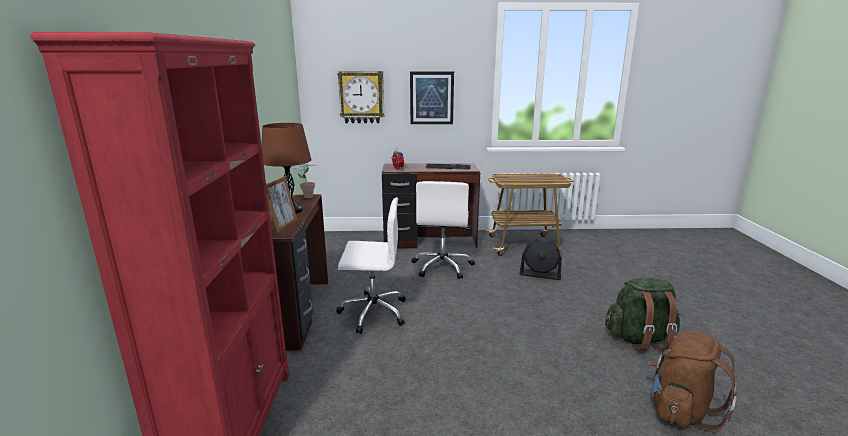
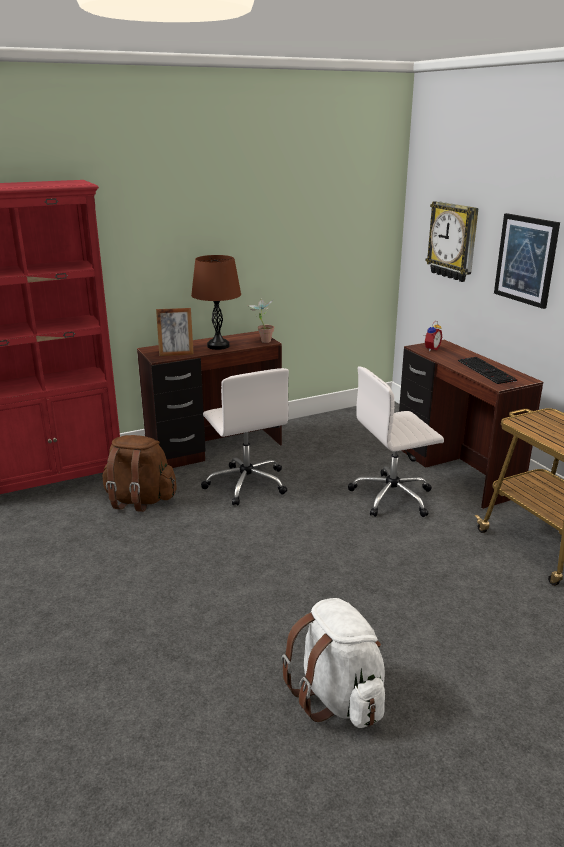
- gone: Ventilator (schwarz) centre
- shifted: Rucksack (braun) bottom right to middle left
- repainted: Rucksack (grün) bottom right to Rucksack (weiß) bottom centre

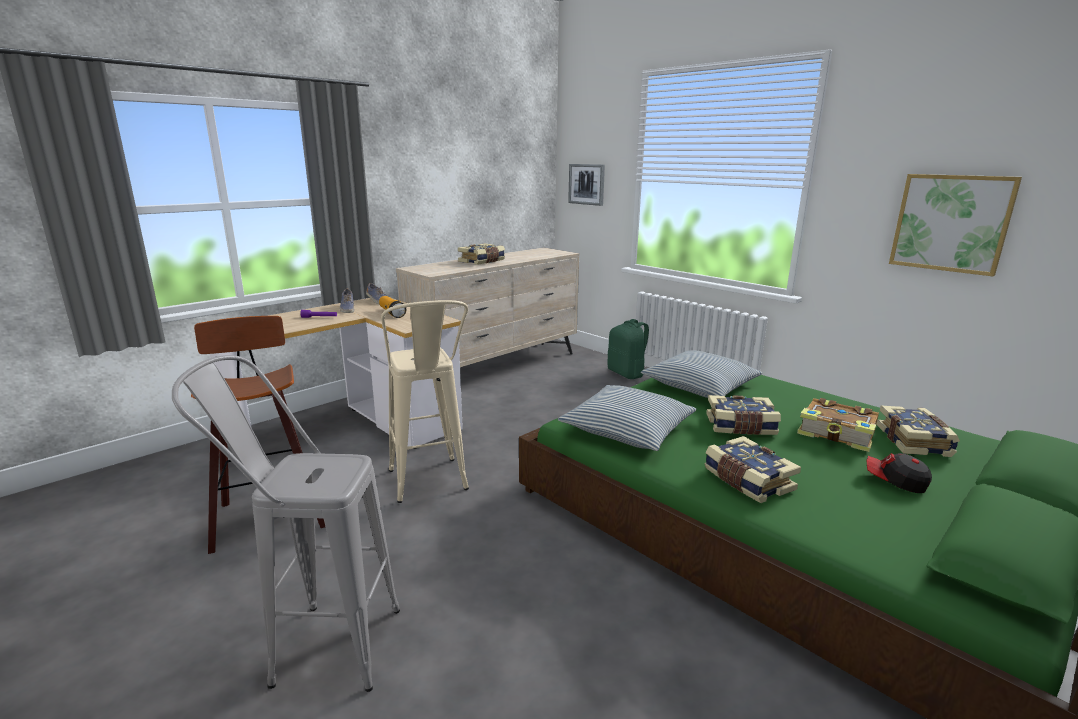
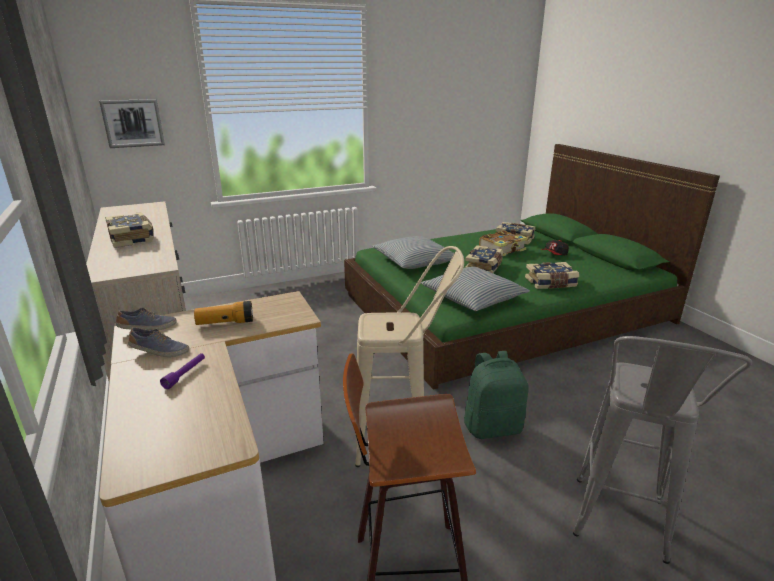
- gone: Bild (no. 2 from left) top right
- shifted: Rucksack (grün) centre to bottom centre

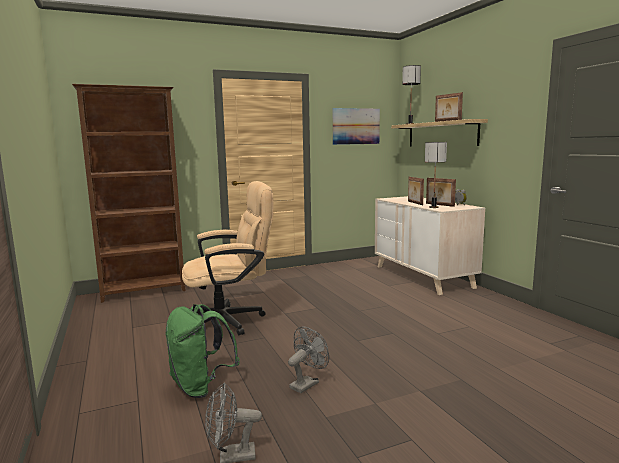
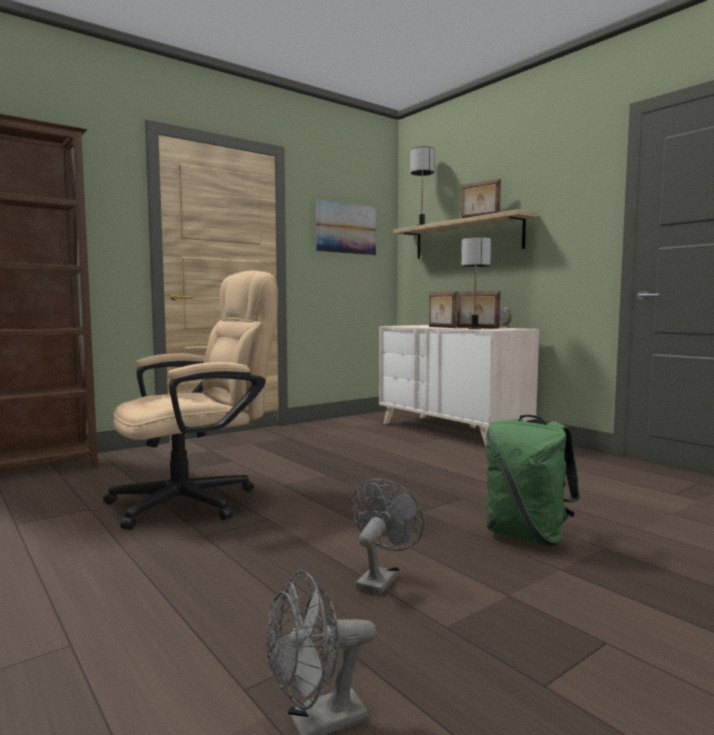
- shifted: Rucksack (grün) bottom left to middle right

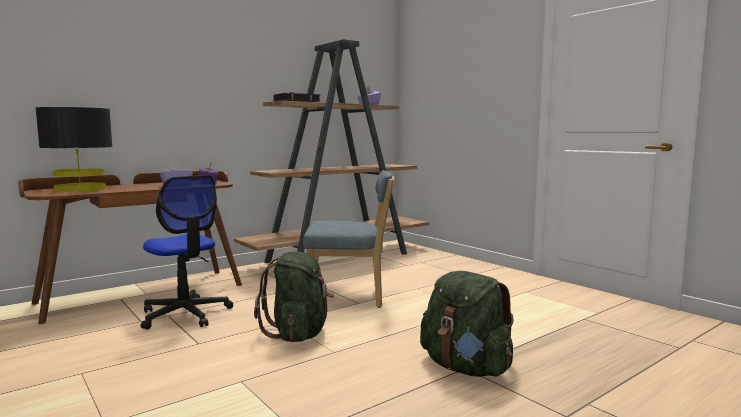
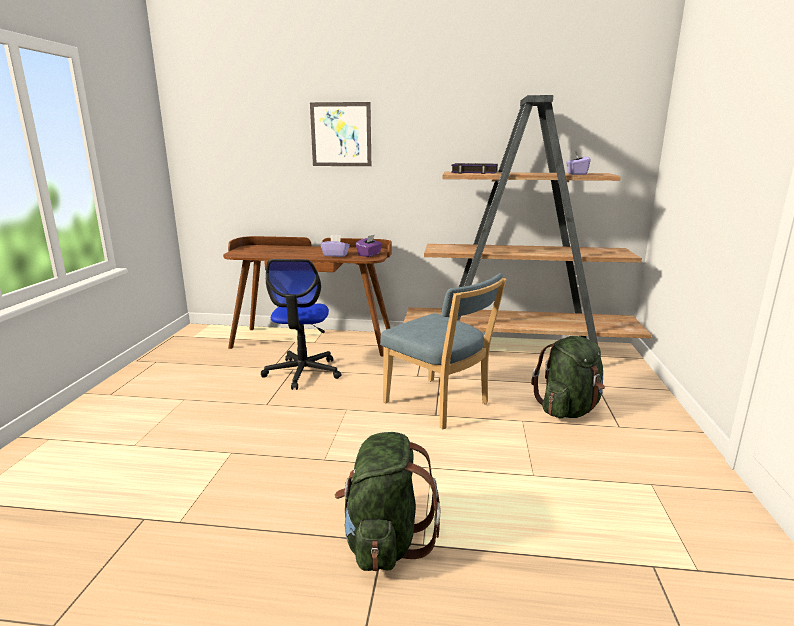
- gone: Tischlampe (schwarz) middle left
- new: Bild top centre
- shifted: Rucksack (grün) (no. 1 from left in the first image) bottom centre to Rucksack (grün) (no. 2 from left) middle right

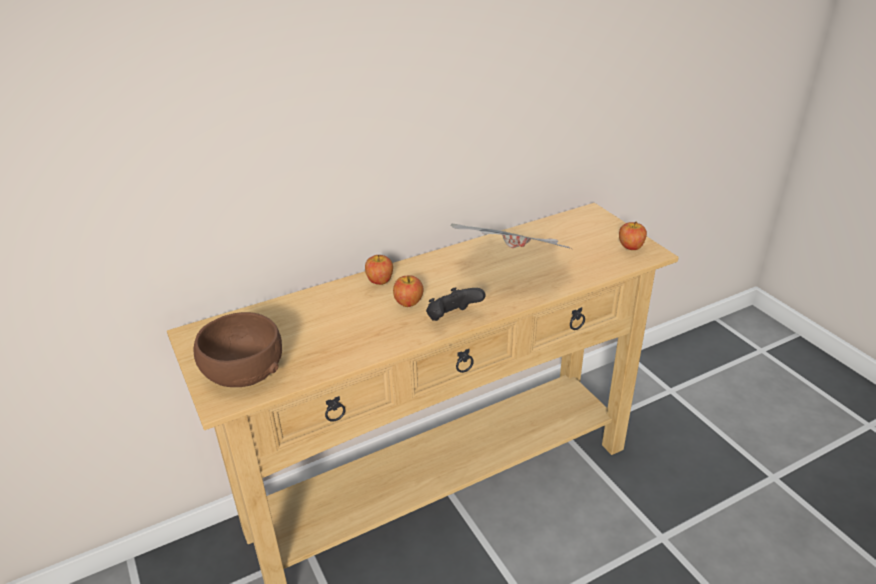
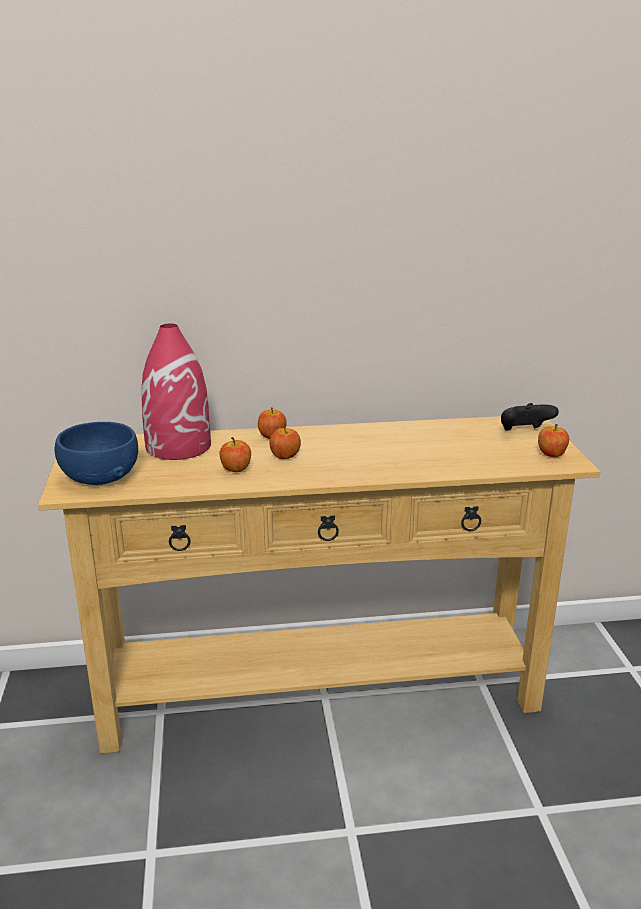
- gone: Zeitung centre
- new: Vase (rot) middle left
- new: Apfel (no. 1 from left) centre
- shifted: Gamepad (schwarz) centre to middle right
- repainted: Schüssel (braun) middle left to Schüssel (blau) middle left

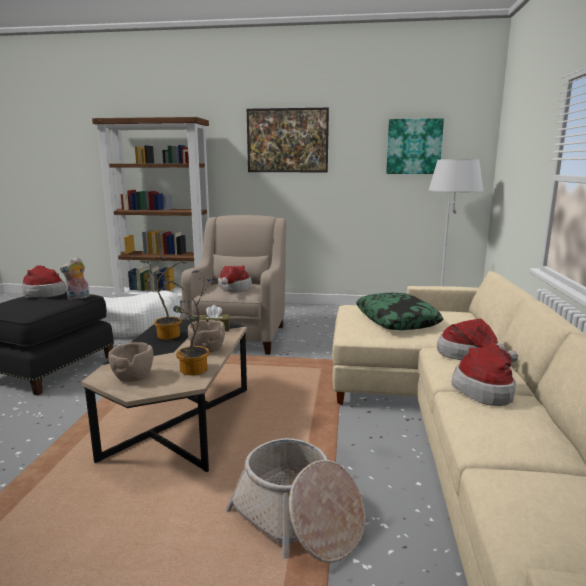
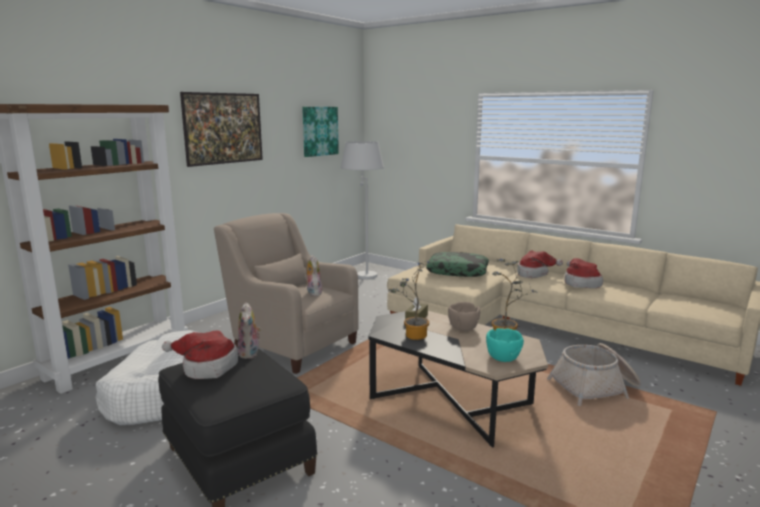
- swapped: Hut (no. 2 from left) centre to Plüschtier (no. 2 from left) centre
- repainted: Schüssel (braun) (no. 1 from left) middle left to Schüssel (türkis) bottom centre

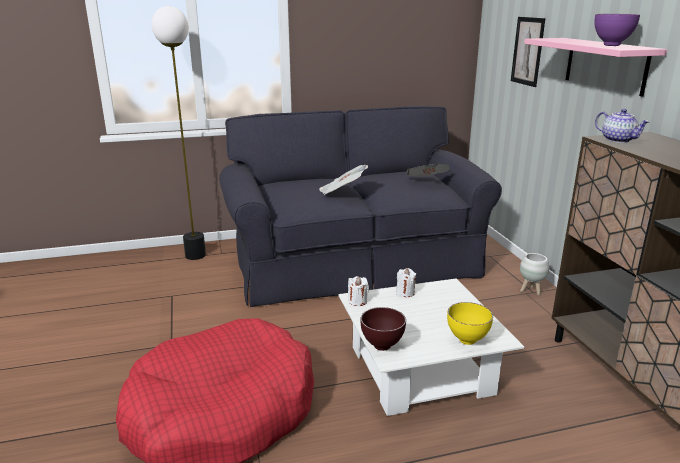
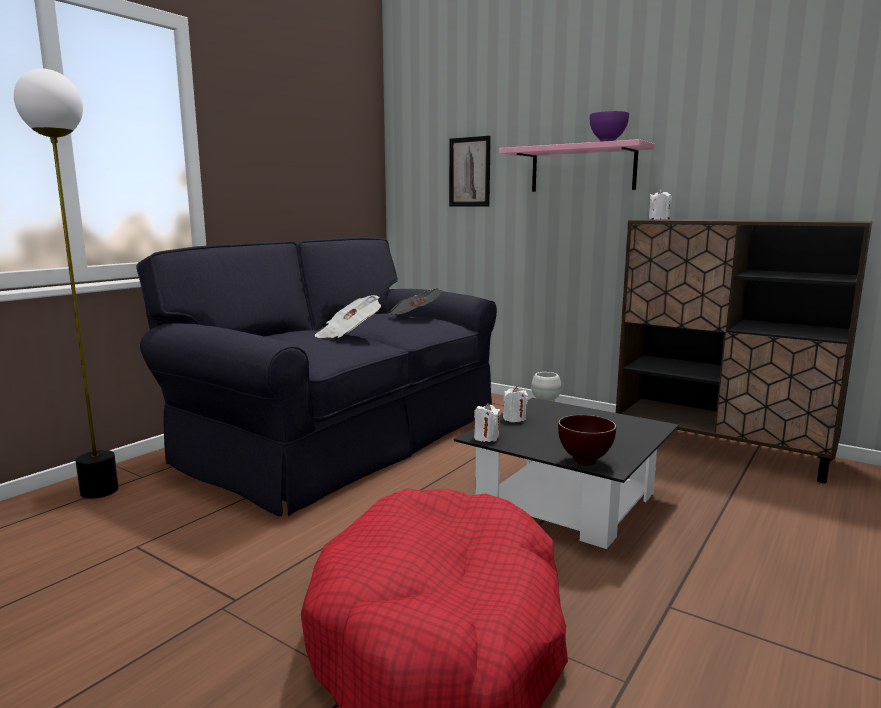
- gone: Schüssel (gelb) bottom right
- swapped: Teekanne top right to Kerze (weiß) (no. 3 from left) top right
- repainted: Couchtisch (weiß) bottom centre to Couchtisch (schwarz) bottom centre

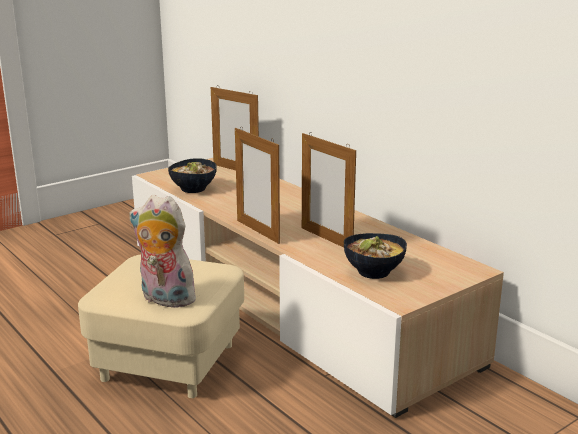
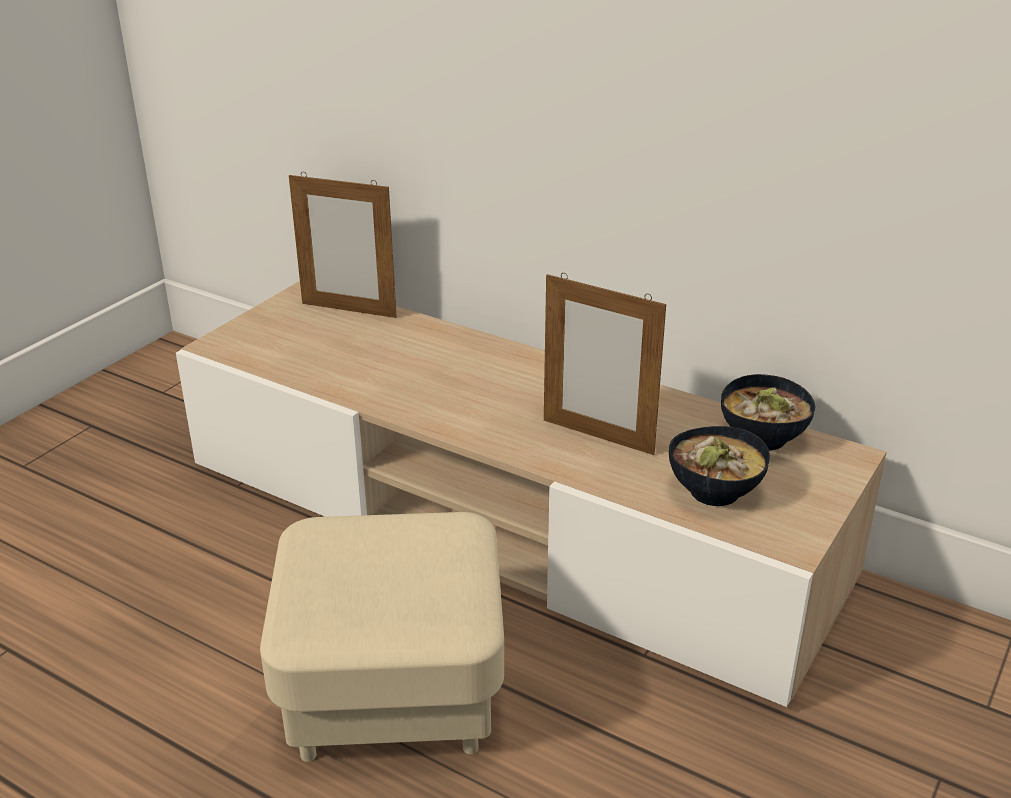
- gone: Plüschtier middle left
- gone: Bilderrahmen (no. 2 from left) centre
- shifted: Schüssel (no. 1 from left in the first image) middle left to Schüssel (no. 2 from left) middle right

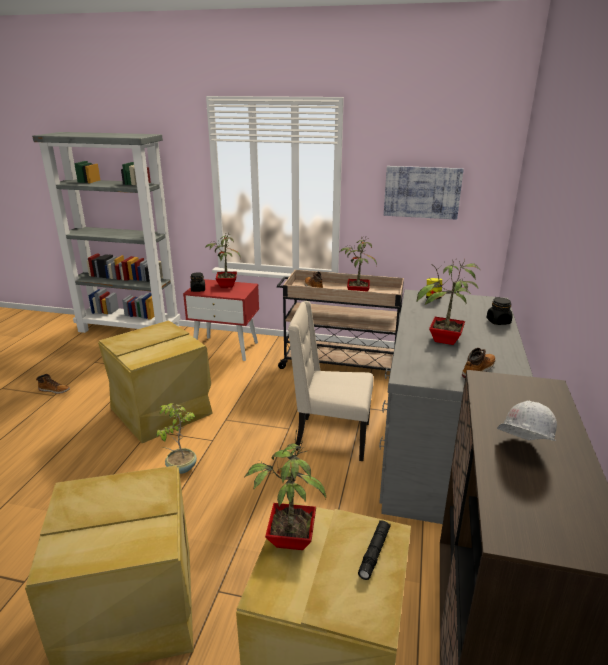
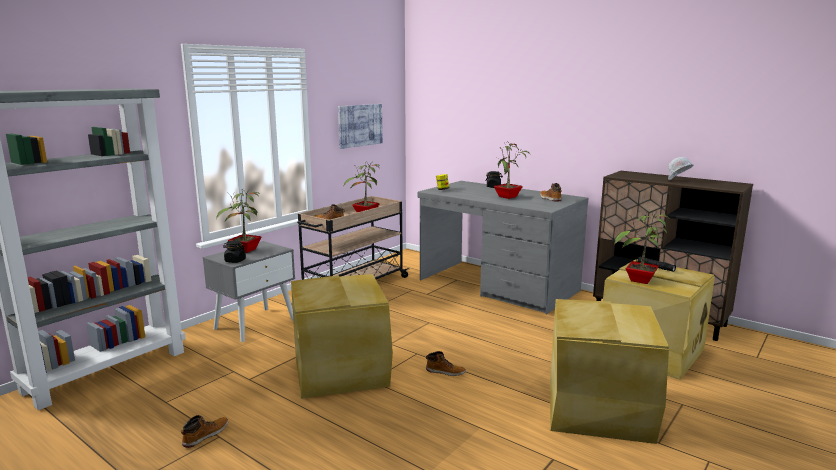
- gone: Stuhl (beige) centre
- swapped: Topfpflanze (no. 1 from left) middle left to Stiefel (no. 3 from left) bottom centre
- repainted: Nachttisch (rot) centre to Nachttisch (grau) middle left

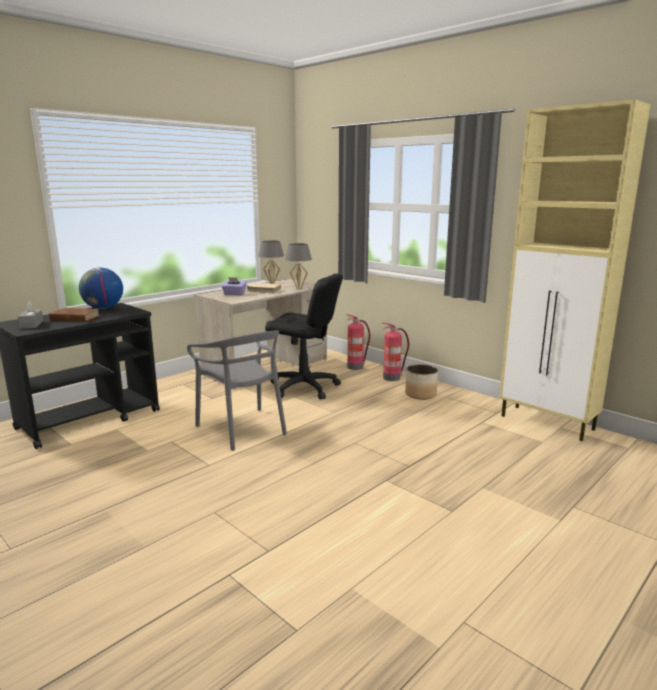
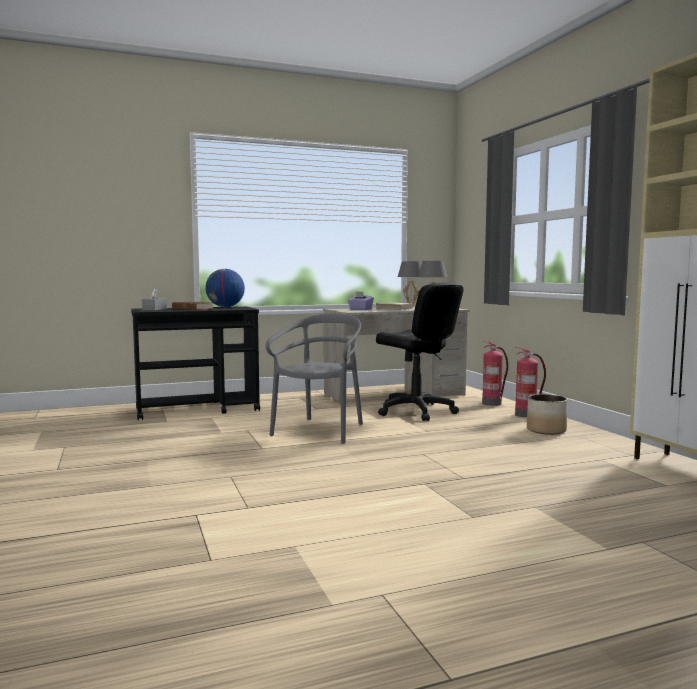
- rotated: Stuhl (grau) centre = centre 150 degrees counterclockwise

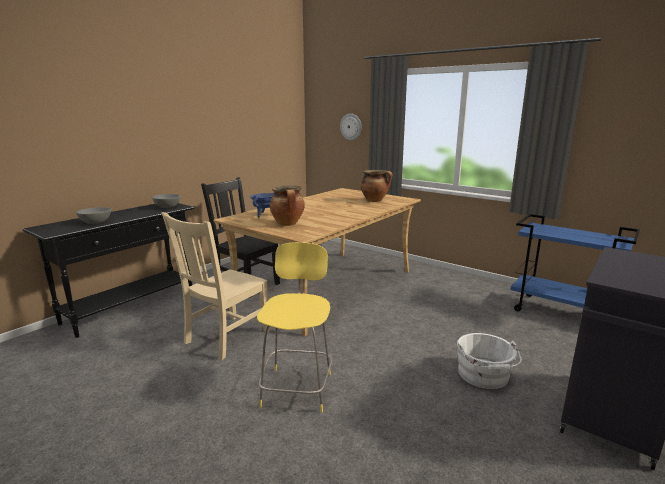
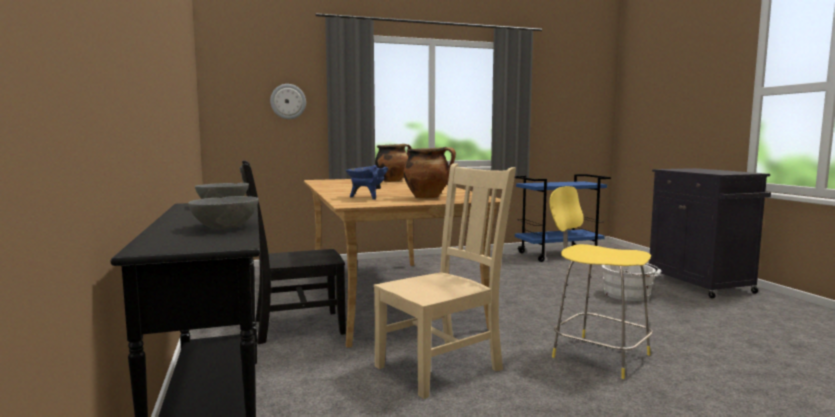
- rotated: Stuhl (beige) middle left = bottom centre 105 degrees counterclockwise

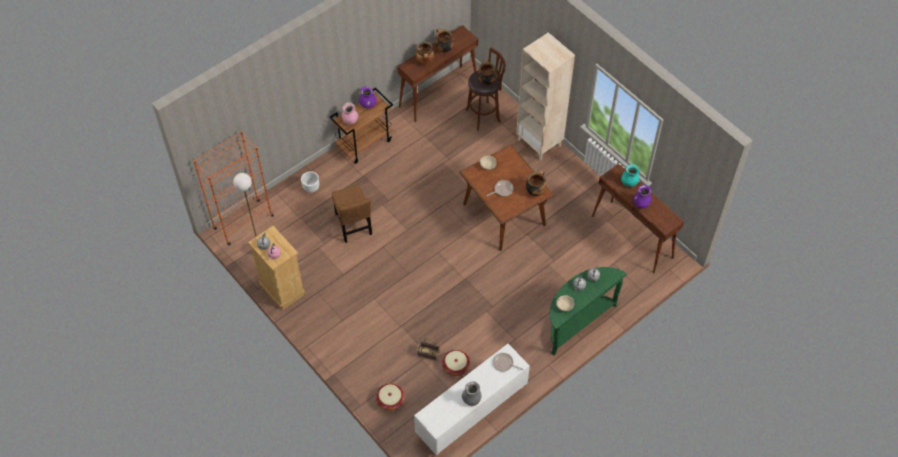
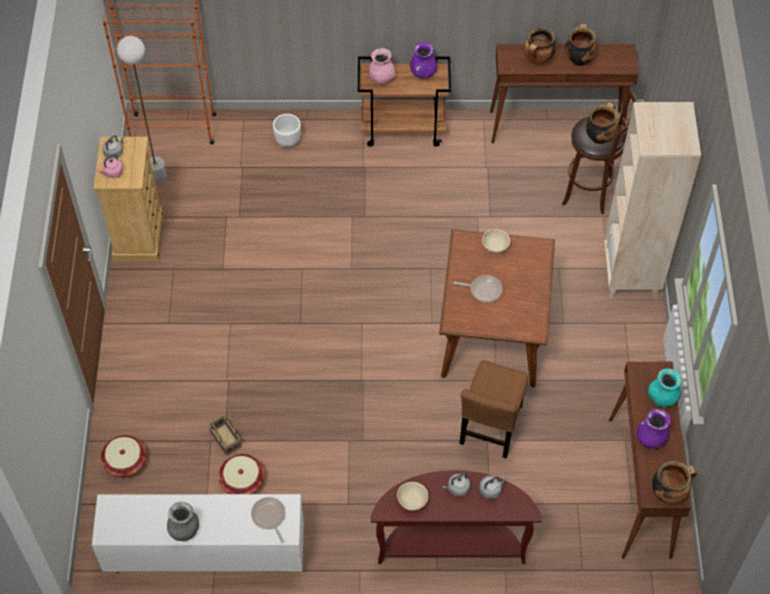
- shifted: Stuhl (braun) centre to bottom centre
- shifted: Kochtopf (no. 4 from left) centre to bottom right
- repainted: Konsolentisch (grün) bottom centre to Konsolentisch (braun) (no. 1 from left) bottom centre

